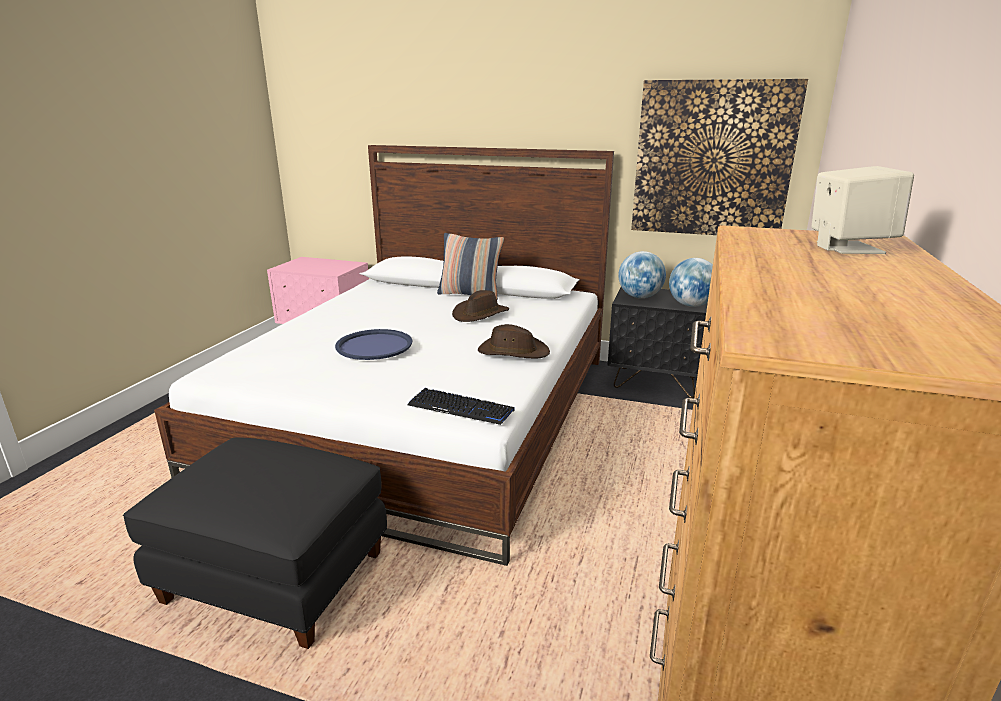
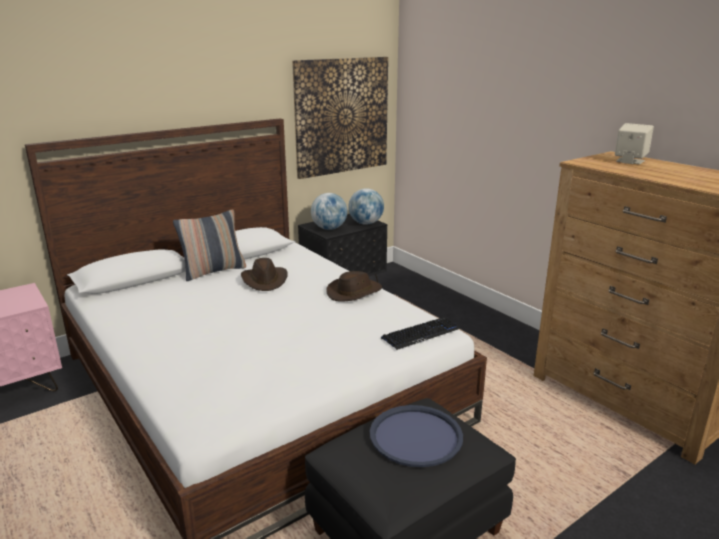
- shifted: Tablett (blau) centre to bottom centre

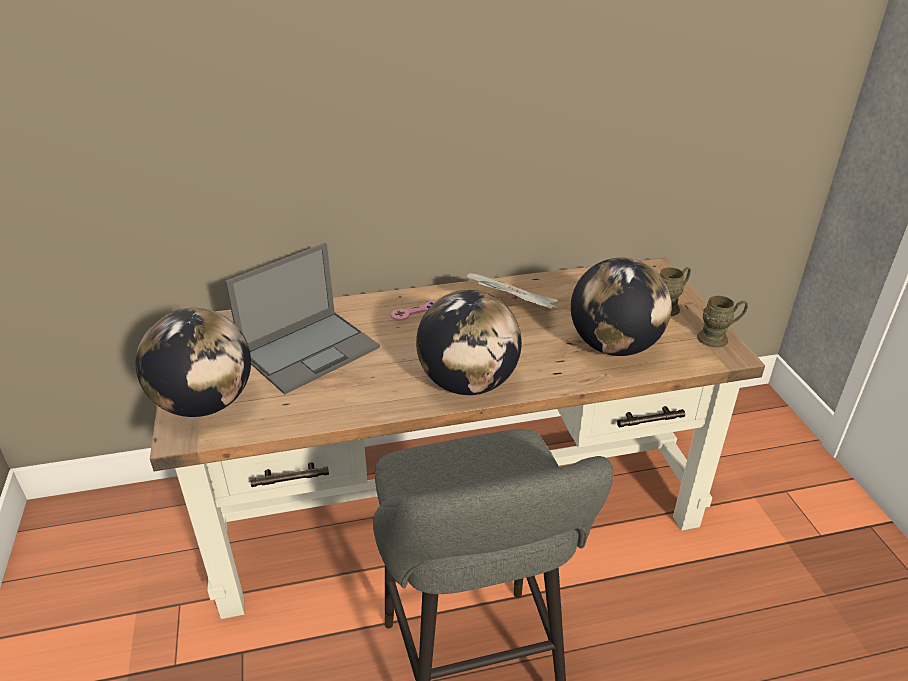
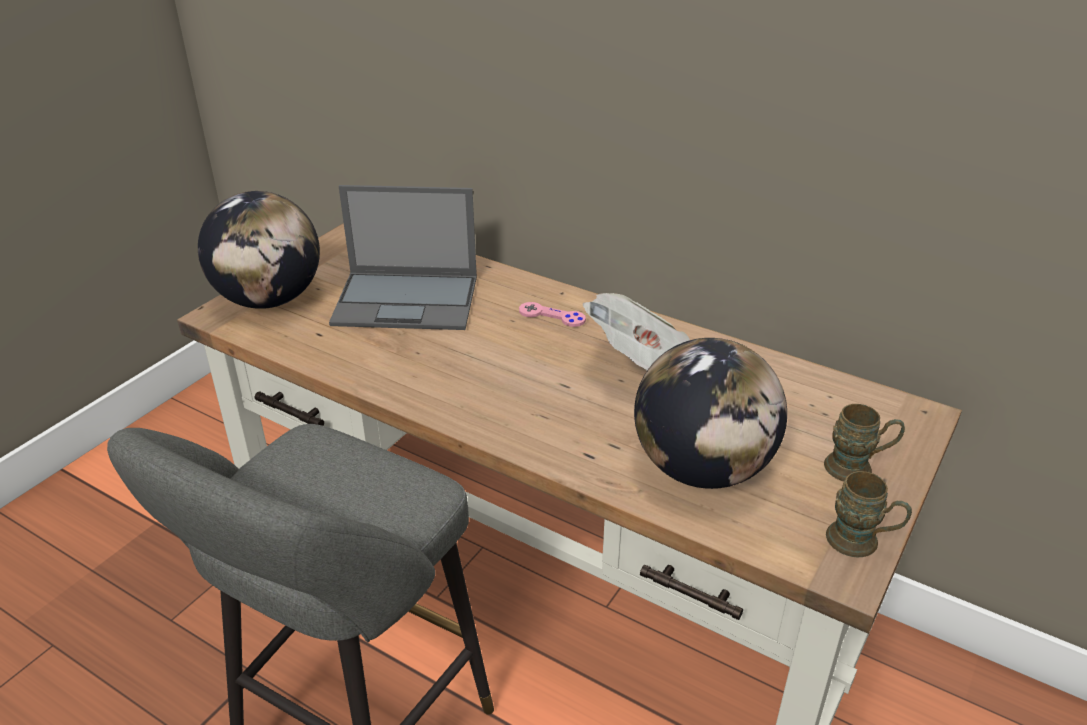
- gone: Globus (no. 2 from left) centre

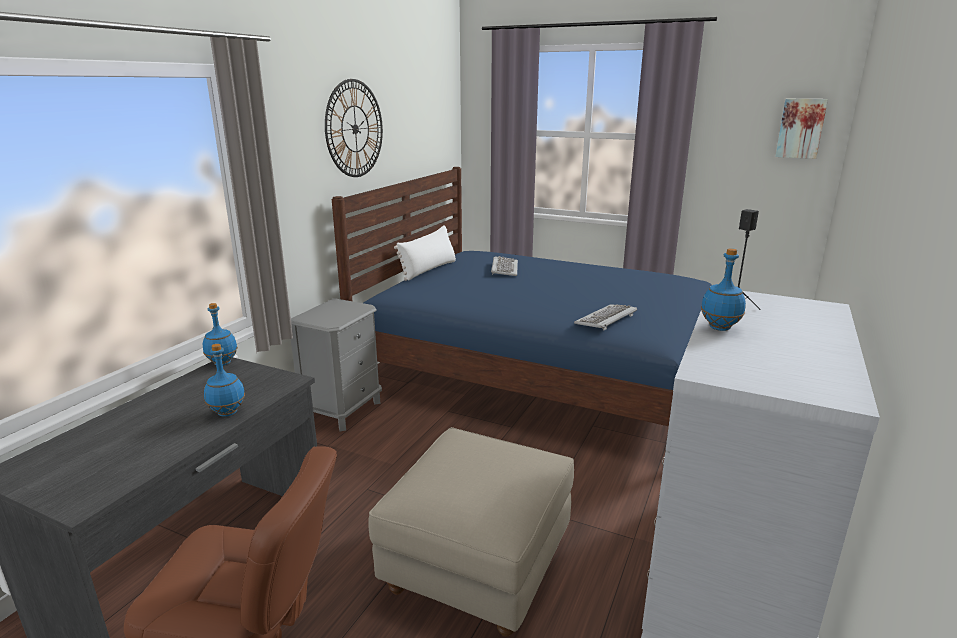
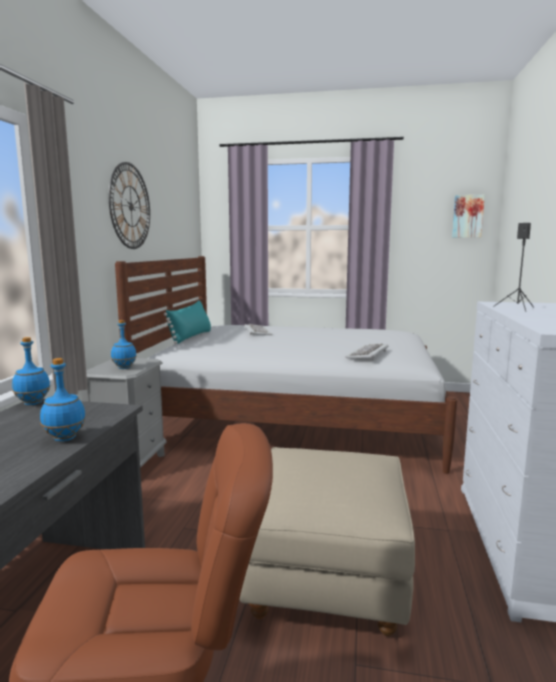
- shifted: Flasche (blau) (no. 3 from left) middle right to middle left
- repainted: Bett (blau) centre to Bett (weiß) centre
- repainted: Kissen (weiß) centre to Kissen (türkis) centre

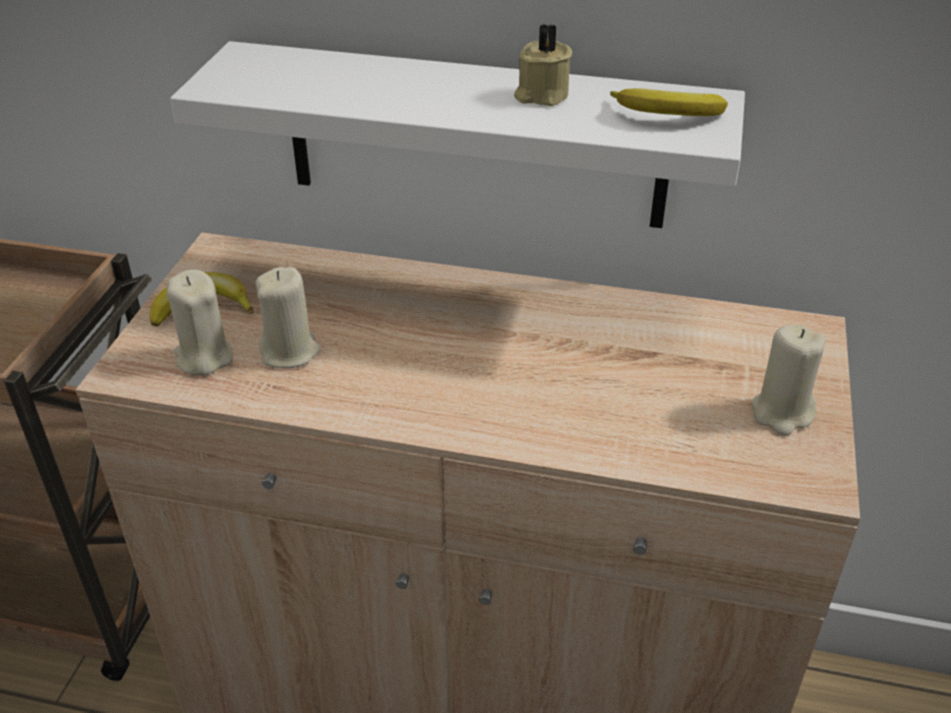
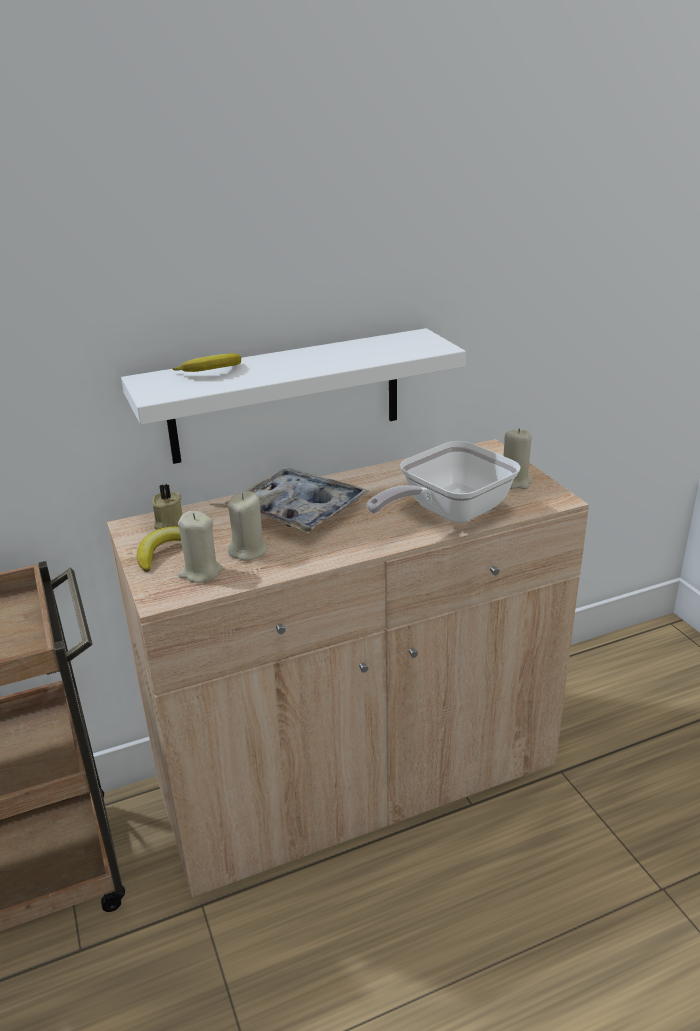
- new: Tablett centre
- new: Pfanne centre
- shifted: Kerze (beige) (no. 3 from left in the first image) top centre to Kerze (beige) (no. 1 from left) middle left
- shifted: Banane (no. 2 from left) top right to middle left

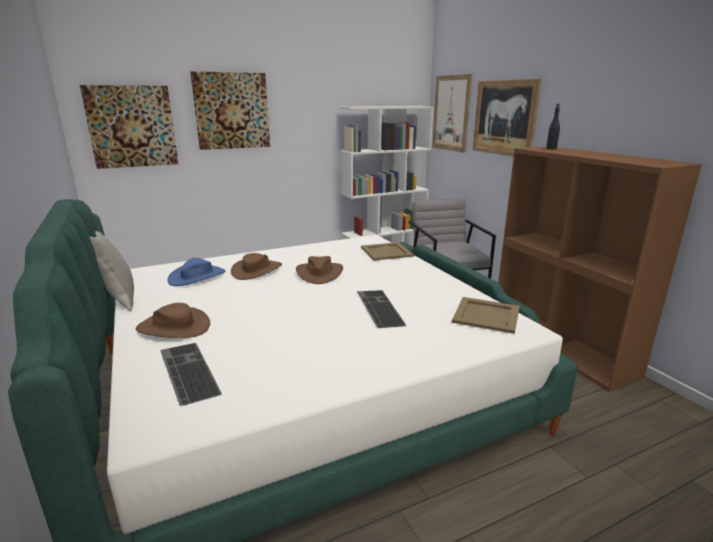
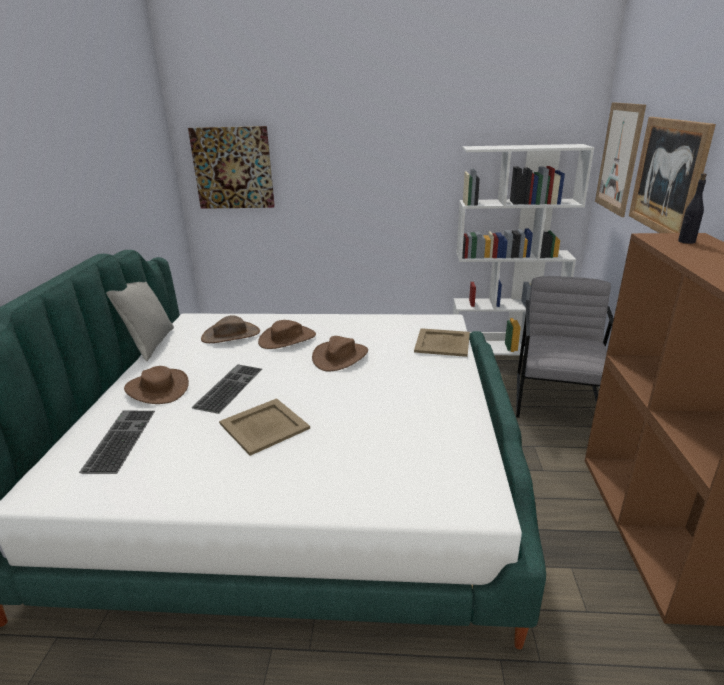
- gone: Bild (no. 2 from left) top left
- shifted: Tastatur (no. 2 from left) centre to middle left
- shifted: Tablett (beige) (no. 2 from left in the first image) middle right to Tablett (beige) (no. 1 from left) centre
- repainted: Hut (blau) middle left to Hut (braun) (no. 2 from left) middle left

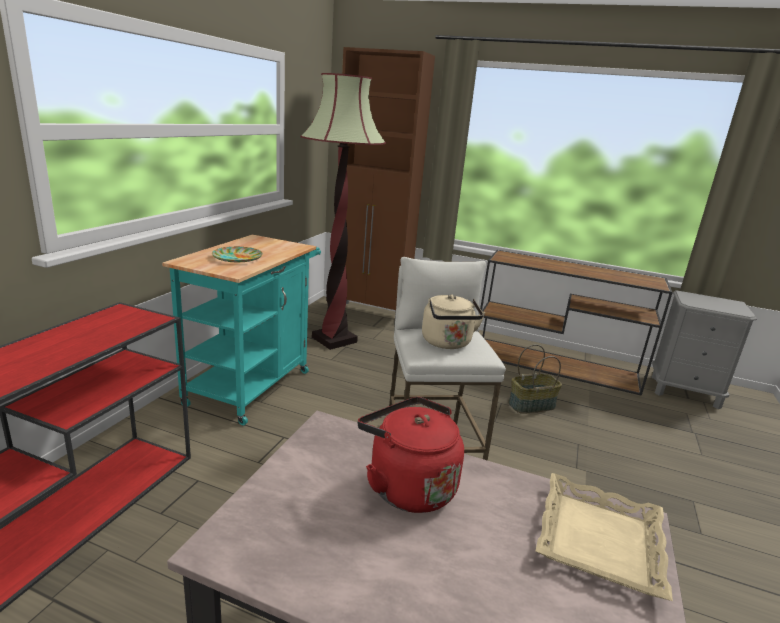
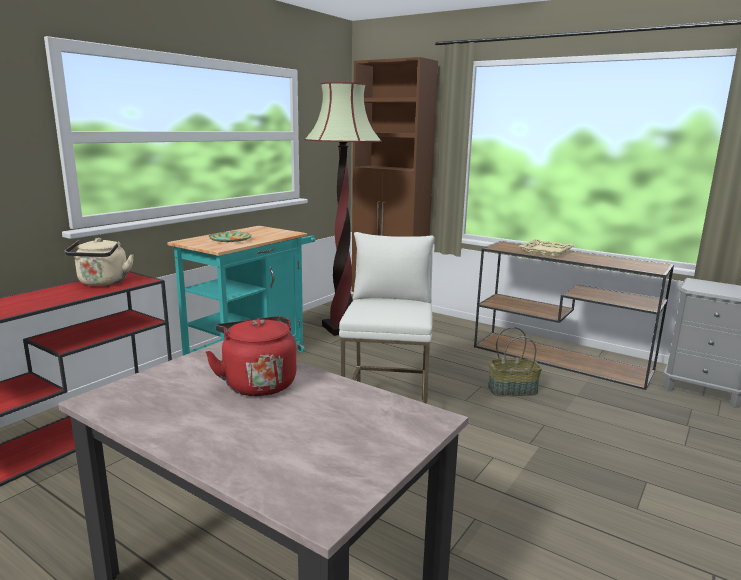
- shifted: Wasserkessel (beige) centre to middle left
- shifted: Tablett (beige) bottom right to middle right

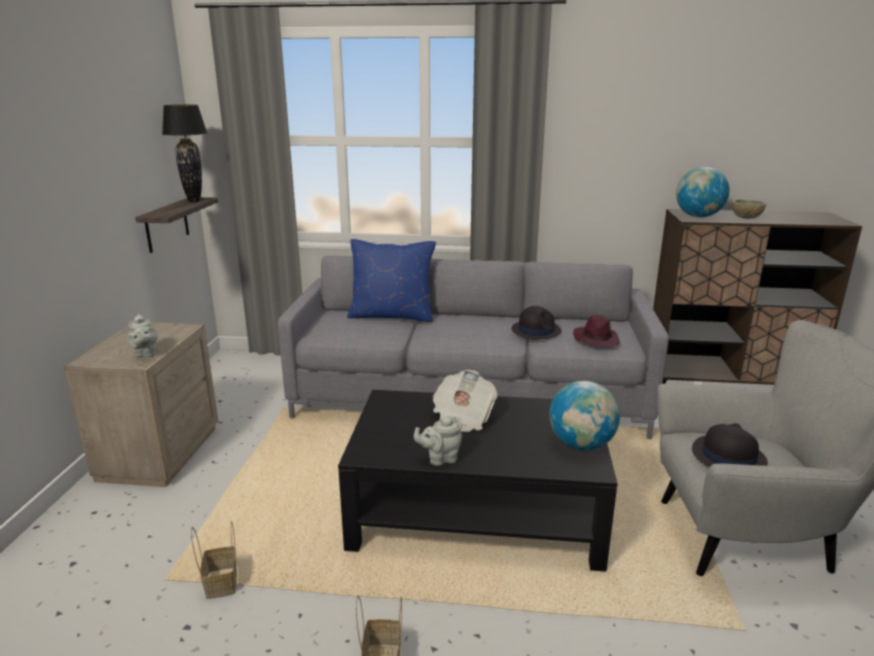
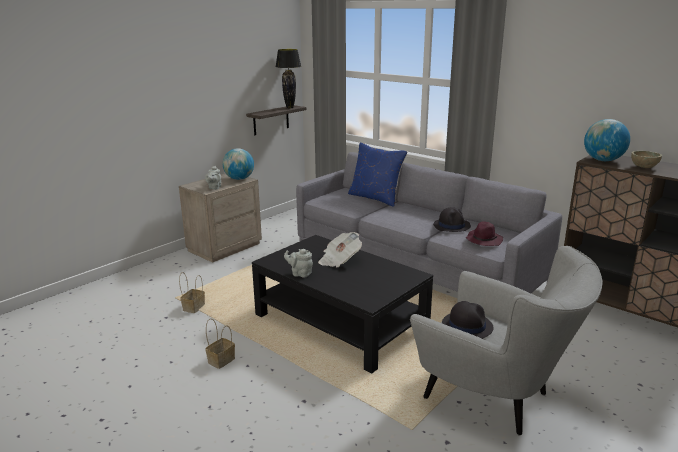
- shifted: Globus (no. 1 from left) middle right to centre

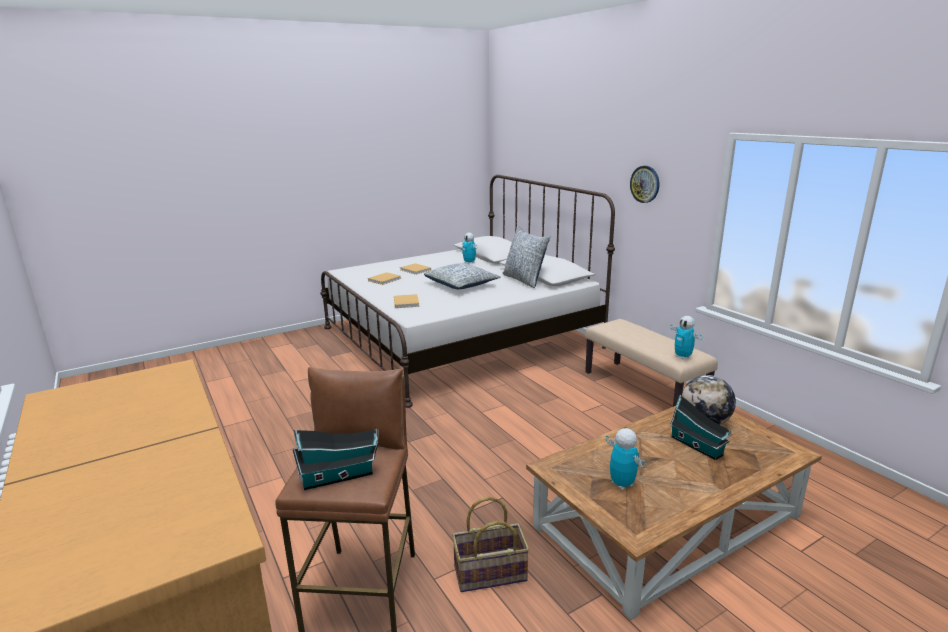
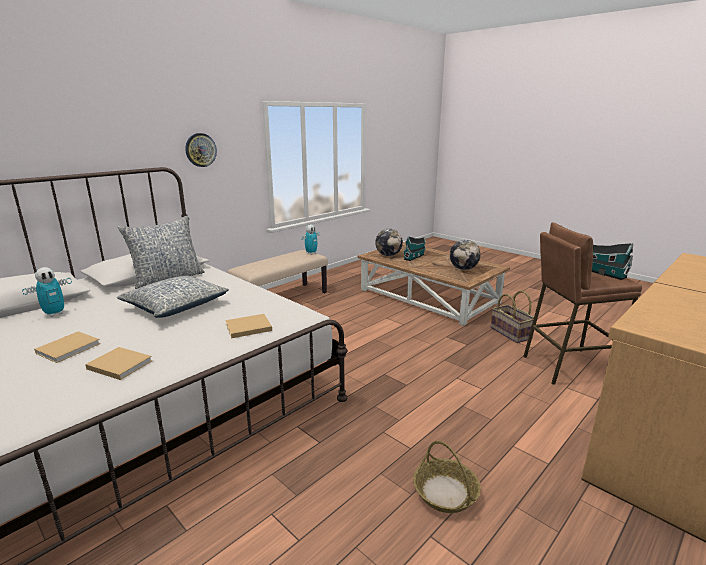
- new: Korb (no. 1 from left) bottom centre
- swapped: Spielzeugroboter (no. 2 from left) bottom centre to Globus (no. 2 from left) centre

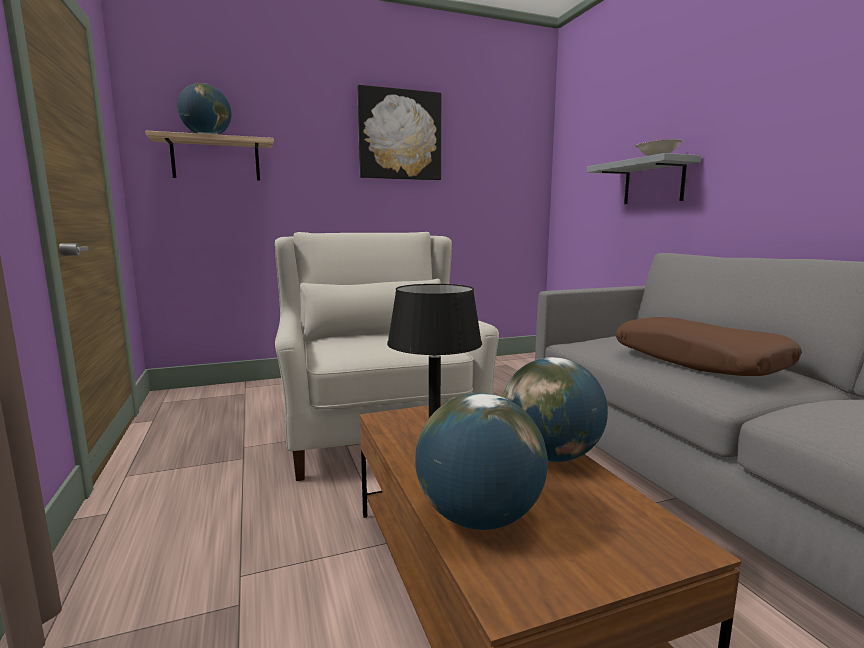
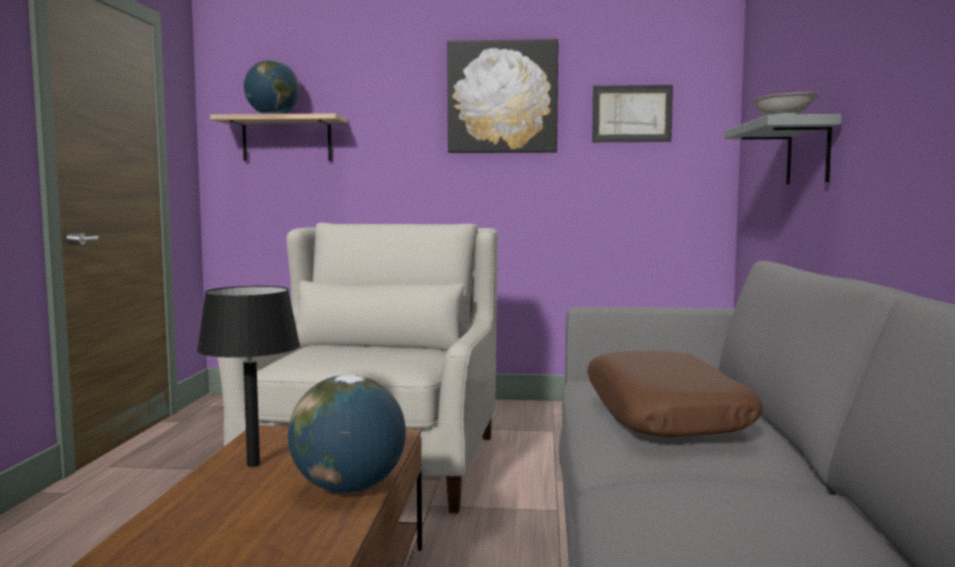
- gone: Globus (no. 2 from left) bottom centre
- new: Bild (no. 2 from left) top centre

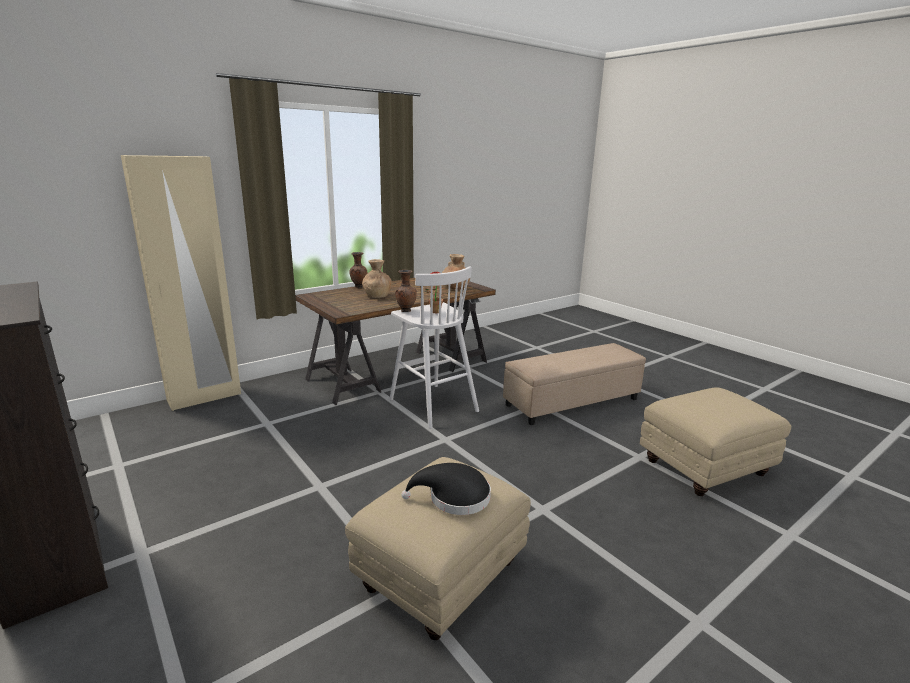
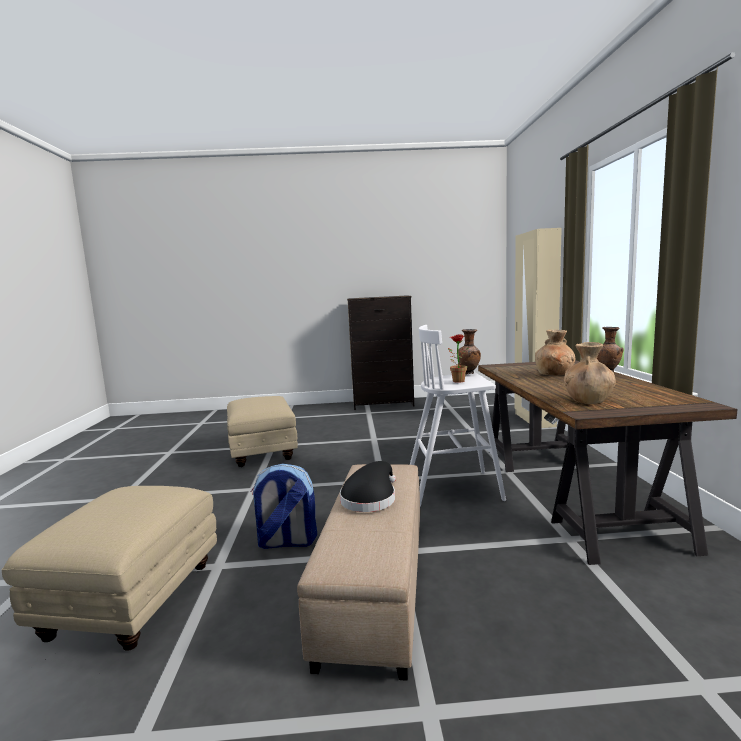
- new: Rucksack bottom centre
- shifted: Hut (schwarz) bottom centre to centre

